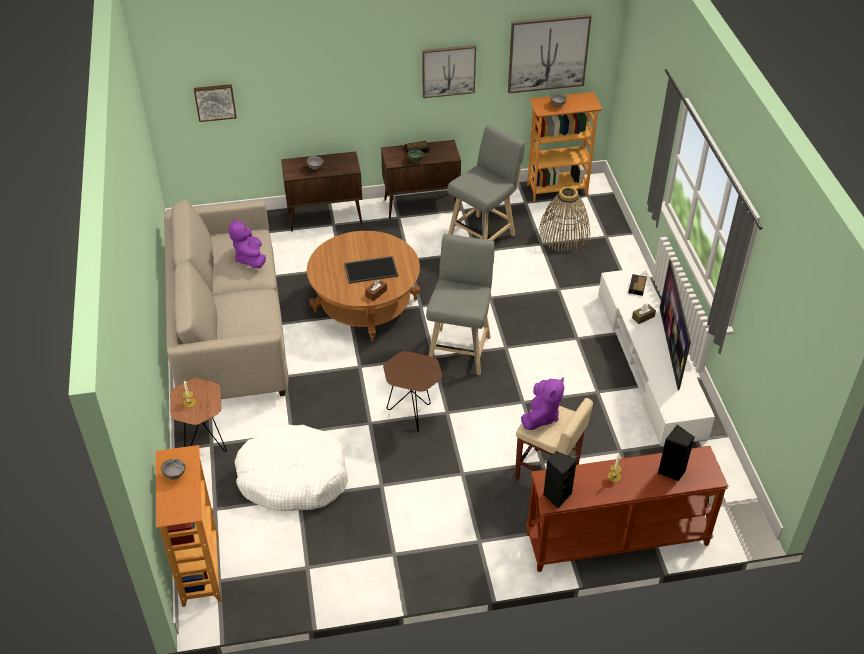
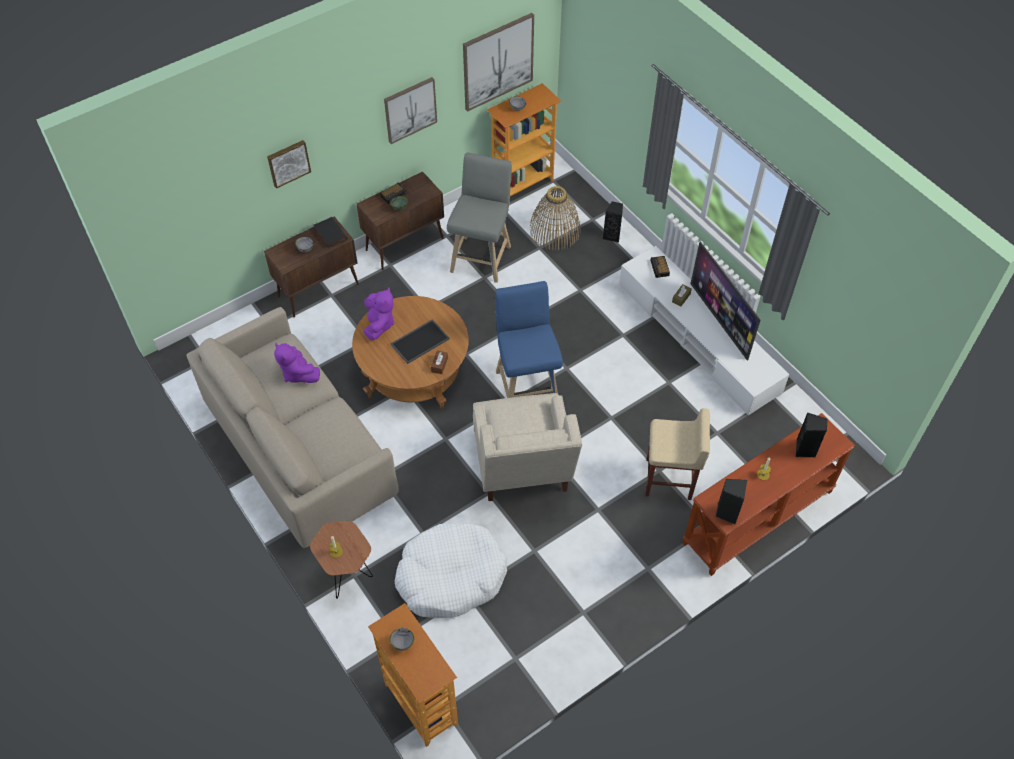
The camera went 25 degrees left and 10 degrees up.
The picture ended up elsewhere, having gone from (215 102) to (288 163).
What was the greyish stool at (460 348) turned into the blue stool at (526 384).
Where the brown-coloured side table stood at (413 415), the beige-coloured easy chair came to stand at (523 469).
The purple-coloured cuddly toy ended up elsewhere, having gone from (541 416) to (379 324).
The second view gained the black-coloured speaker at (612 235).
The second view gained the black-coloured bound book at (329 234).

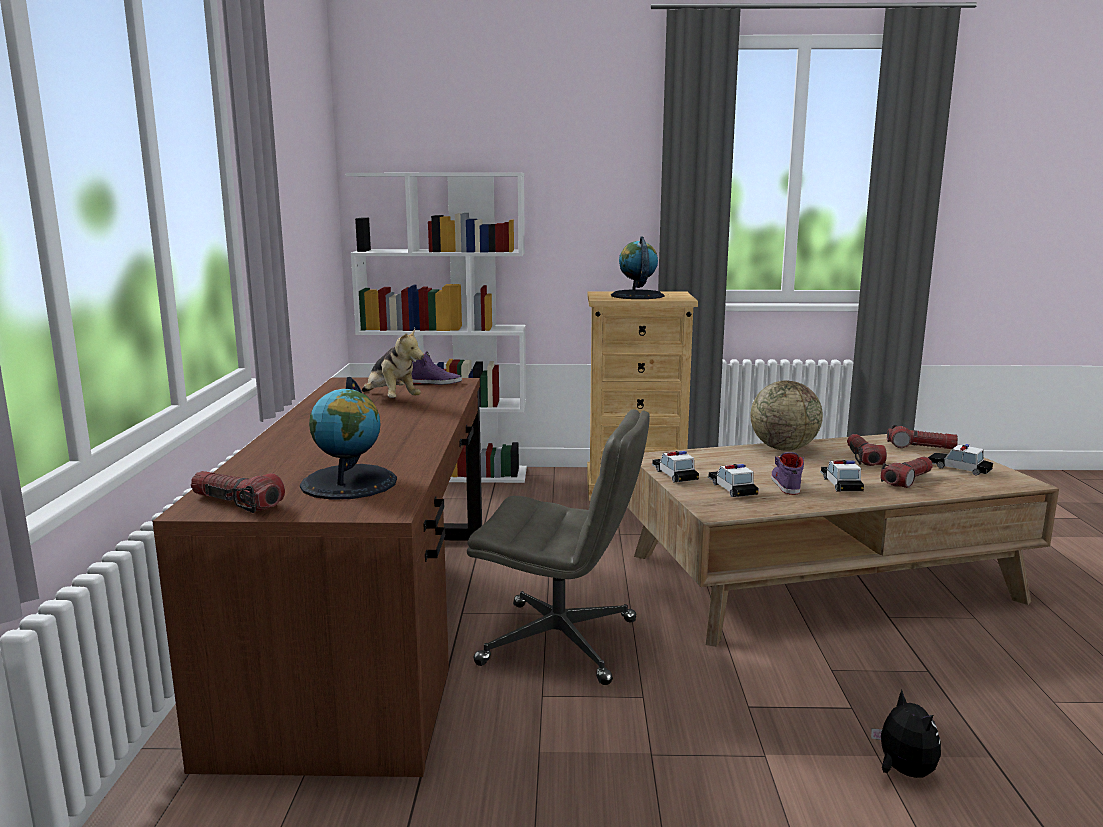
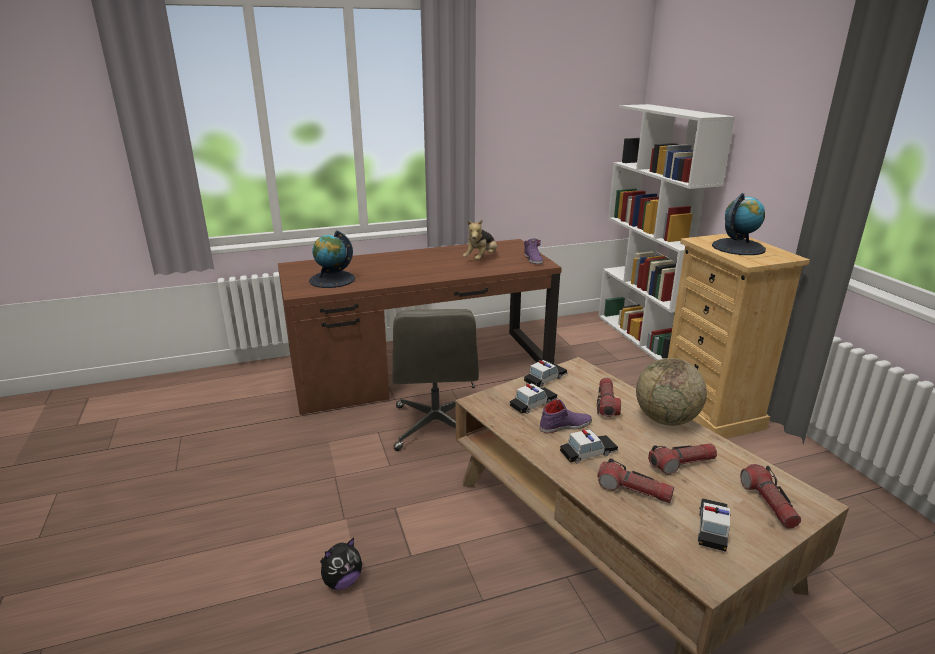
The camera went 70 degrees right and 10 degrees up.
The hand torch ended up elsewhere, having gone from (237 503) to (606 404).

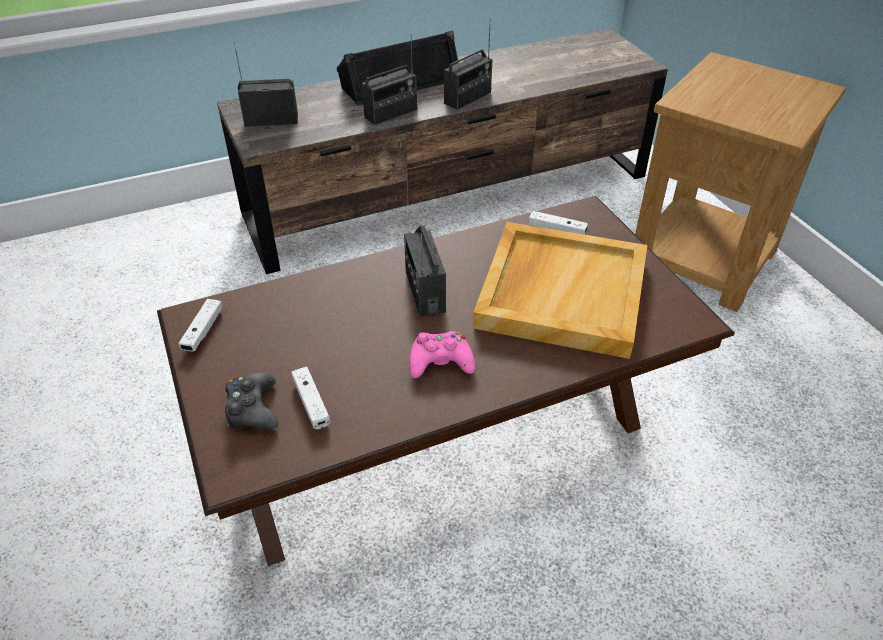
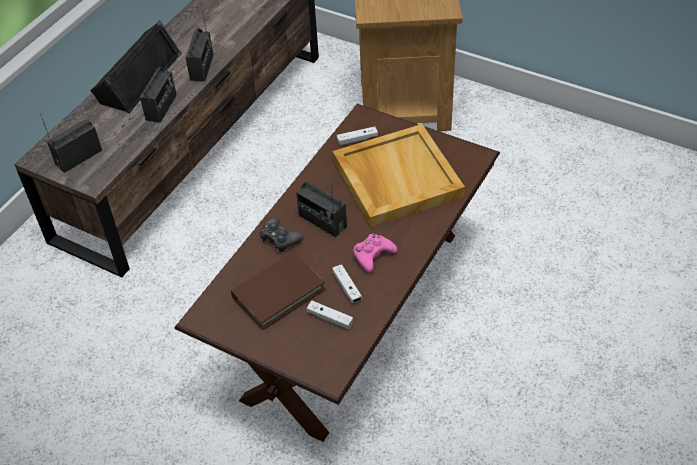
The camera went 35 degrees left and 5 degrees up.
The whitish joypad ended up elsewhere, having gone from (203 331) to (347 287).
The black-coloured joypad ended up elsewhere, having gone from (252 408) to (279 239).
The second view gained the brown-coloured bound book at (278 293).

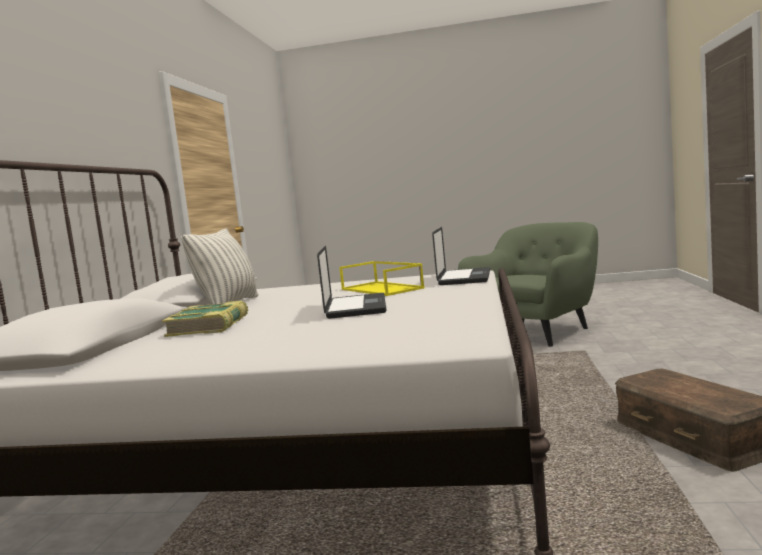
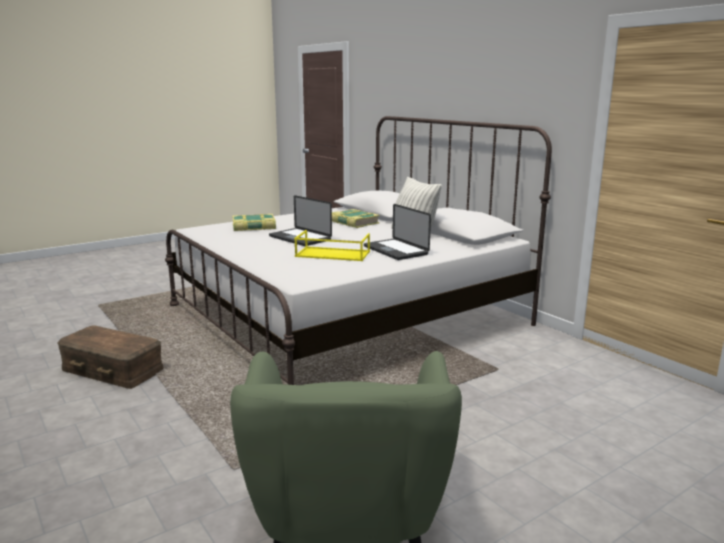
The camera went 135 degrees right and 10 degrees up.
The notebook computer ended up elsewhere, having gone from (464 278) to (395 250).
The second view gained the bound book at (254 227).

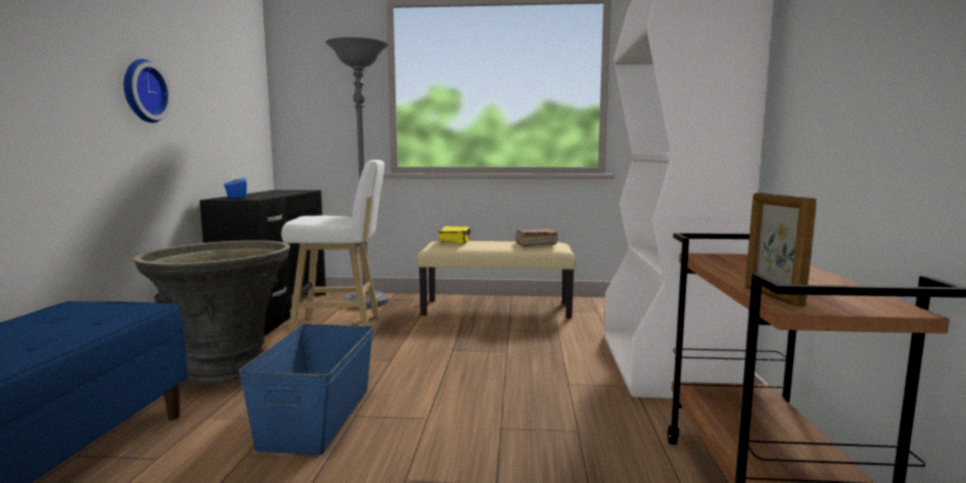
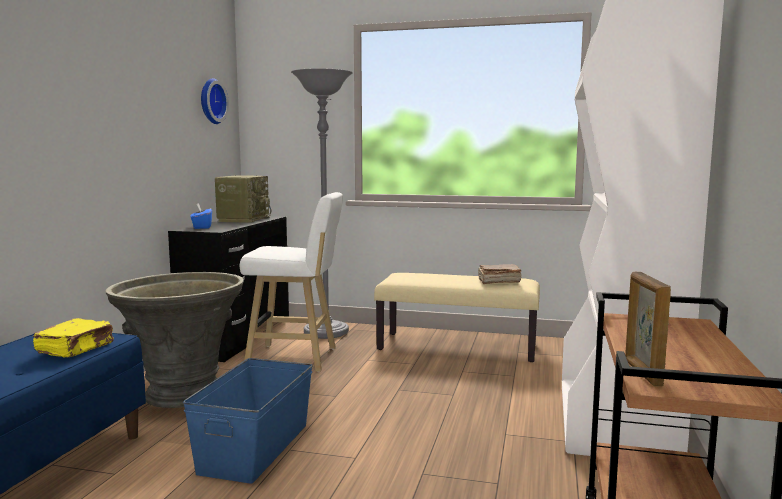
The camera went 10 degrees right and 0 degrees up.
The hanging clock ended up elsewhere, having gone from (142 91) to (211 101).
The yellowish bound book ended up elsewhere, having gone from (455 242) to (76 349).
The second view gained the radio receiver at (243 219).

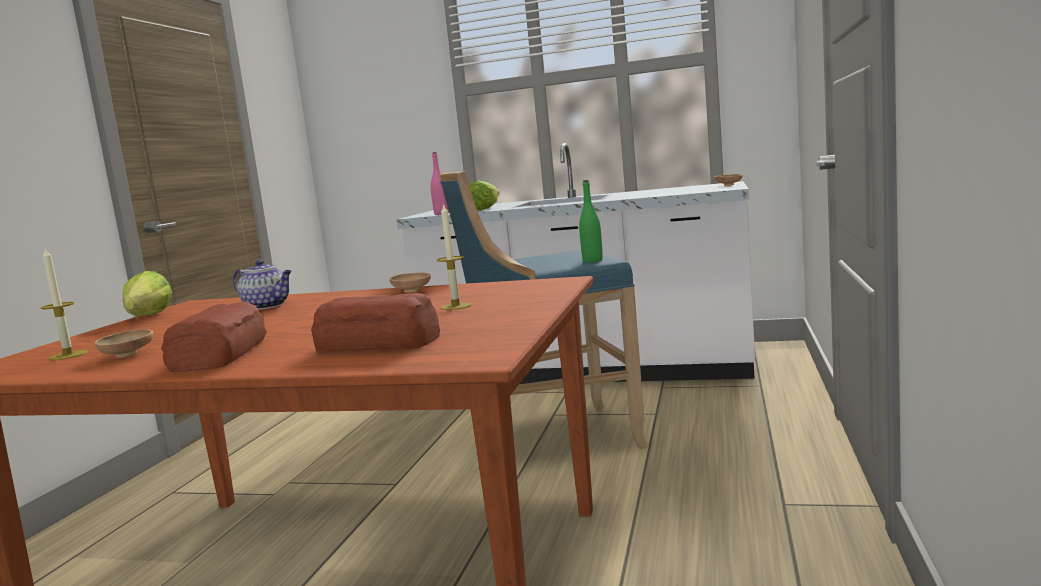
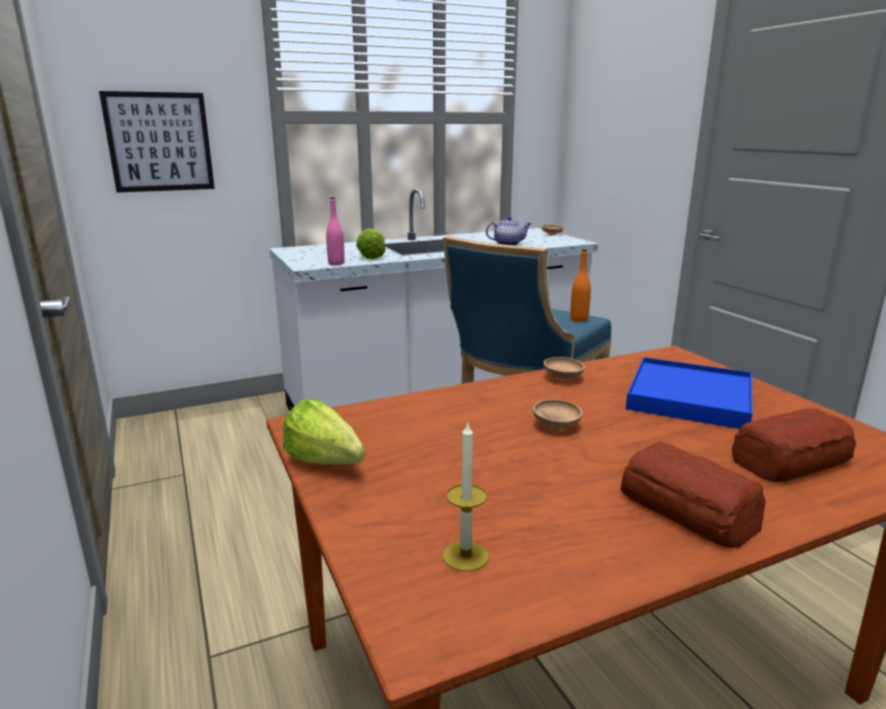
The camera went 40 degrees left and 10 degrees up.
What was the greenish drink bottle at (592 261) turned into the orange-coloured drink bottle at (579 319).
Where the wax light stood at (455 306), the blue serving tray came to stand at (689 398).
The pot for tea ended up elsewhere, having gone from (268 306) to (508 244).
The brown-coloured serving bowl ended up elsewhere, having gone from (127 355) to (556 425).
The second view gained the picture at (159 142).

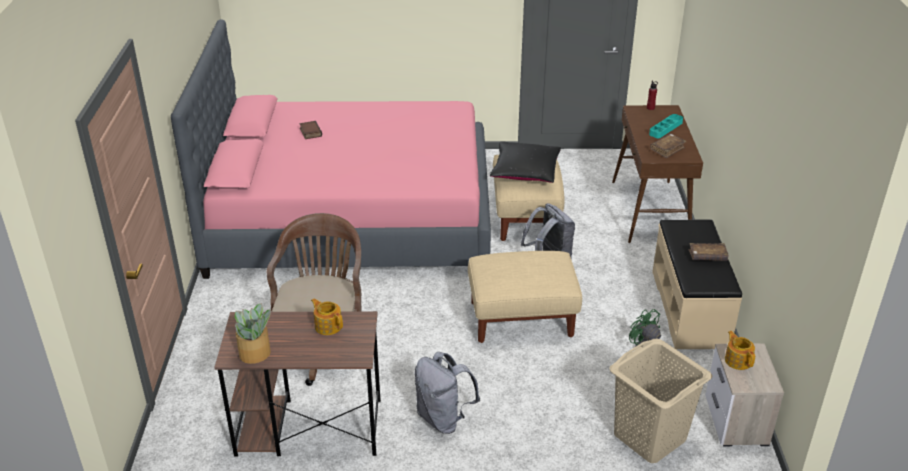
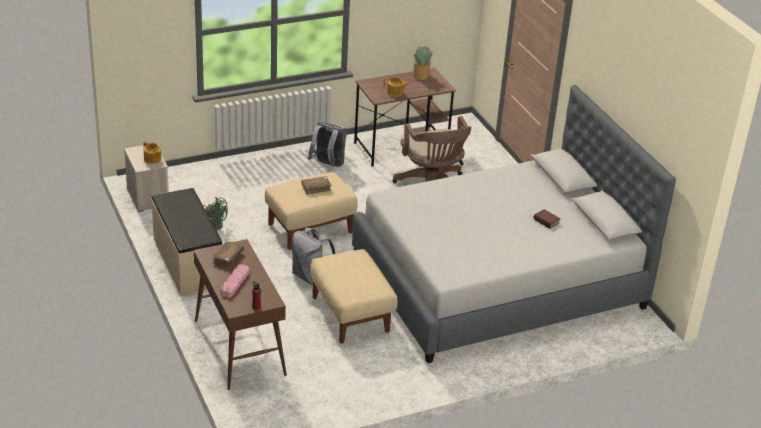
The camera went 155 degrees right and 0 degrees up.
What was the pink bed at (352 218) turned into the greyish bed at (498 281).
What was the blue-green serving tray at (665 128) turned into the pink serving tray at (235 282).
The second view lost the black-coloured cushion at (525 171).
The brown-coloured bound book ended up elsewhere, having gone from (707 256) to (316 188).
The second view lost the beige-coloured hamper at (649 438).

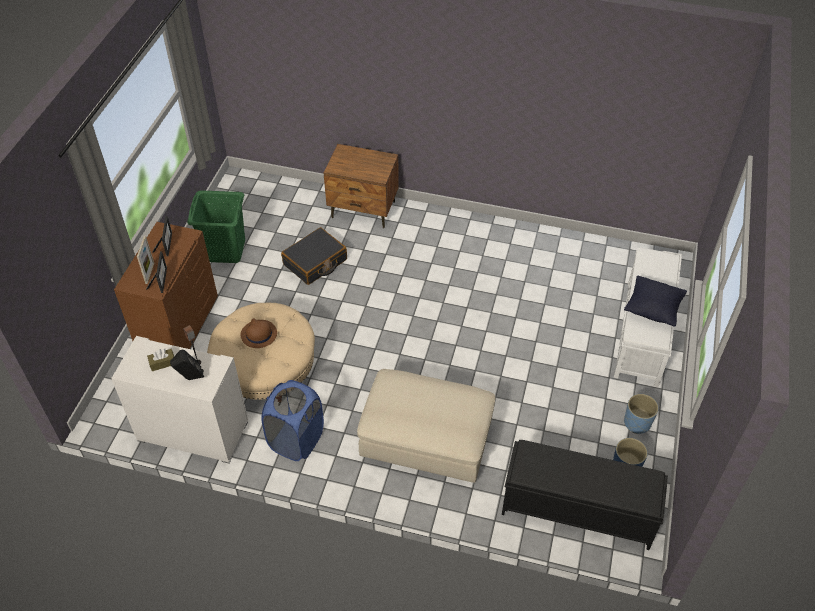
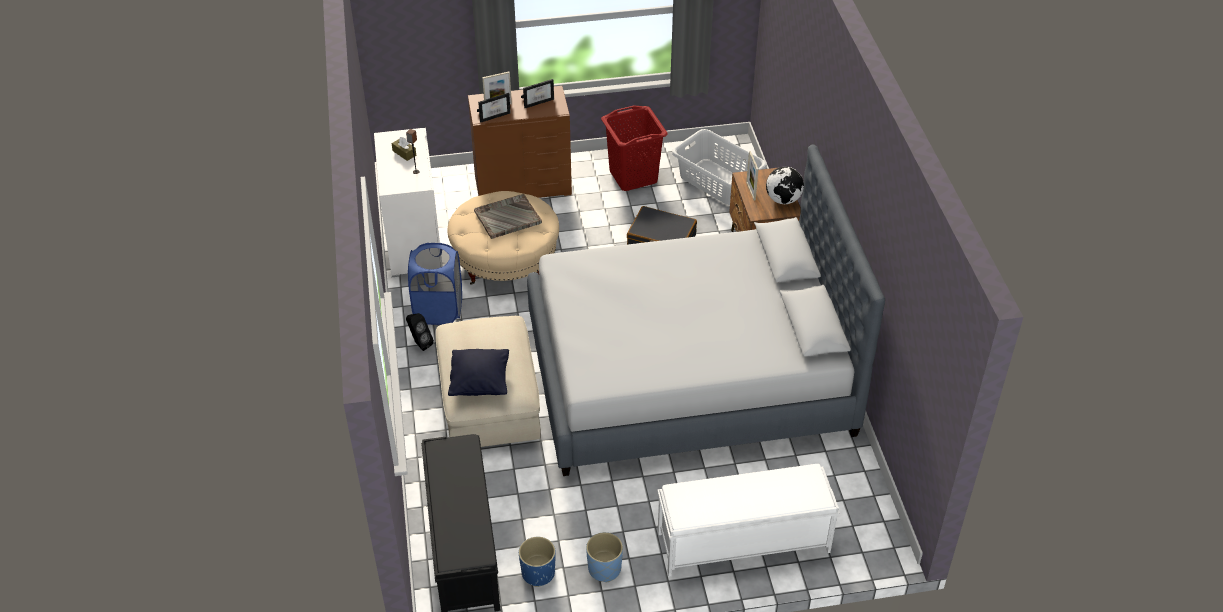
The camera went 65 degrees right and 5 degrees down.
What was the greenish hamper at (225 250) turned into the red-coloured hamper at (633 176).
The black-coloured cushion ended up elsewhere, having gone from (652 309) to (480 383).
Where the brown-coloured clothing hat stood at (258 334), the greyish serving tray came to stand at (507 217).
The black-coloured speaker ended up elsewhere, having gone from (190 378) to (420 344).
The second view gained the greyish hamper at (717 182).
The second view gained the greyish bed at (689 374).
The second view gained the photo frame at (750 191).
The second view gained the desk globe at (783 200).

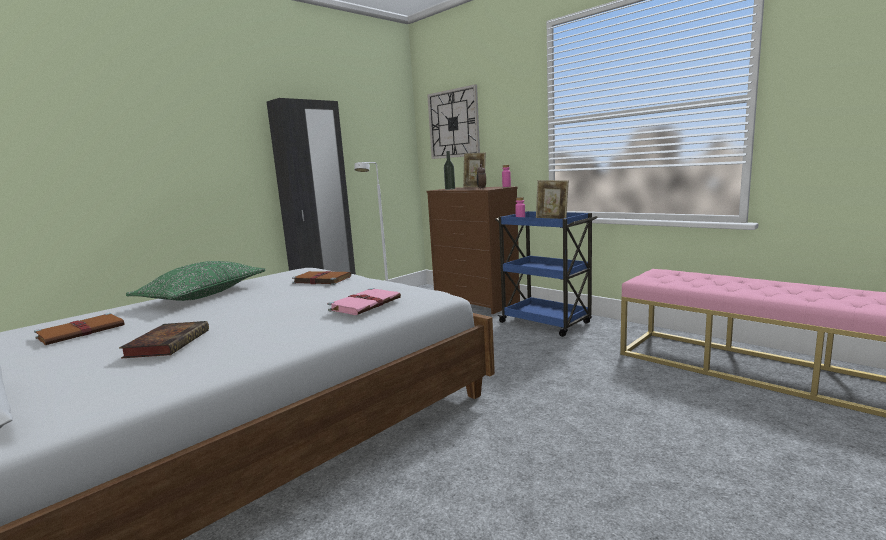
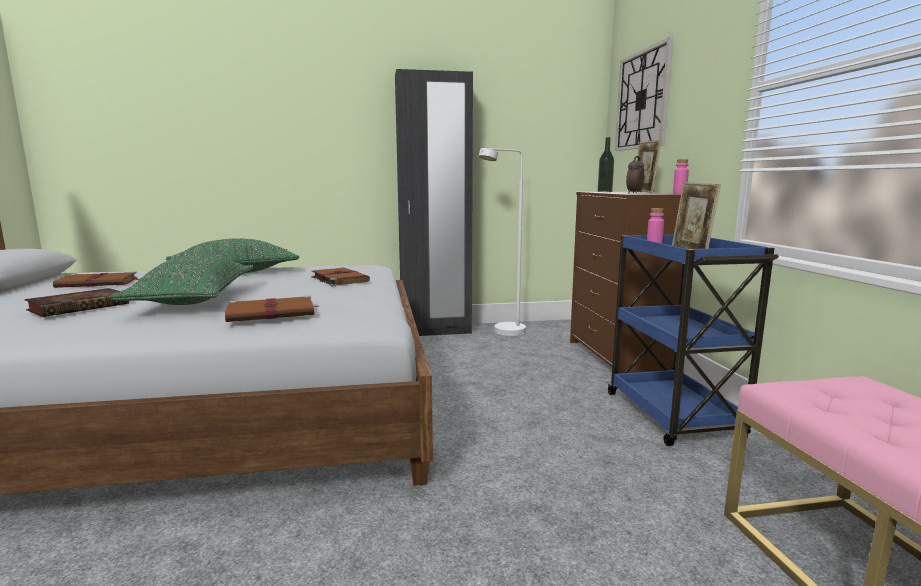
The camera went 35 degrees right and 0 degrees up.
What was the pink bound book at (366 304) turned into the brown-coloured bound book at (273 313).
The second view gained the greenish cushion at (195 300).

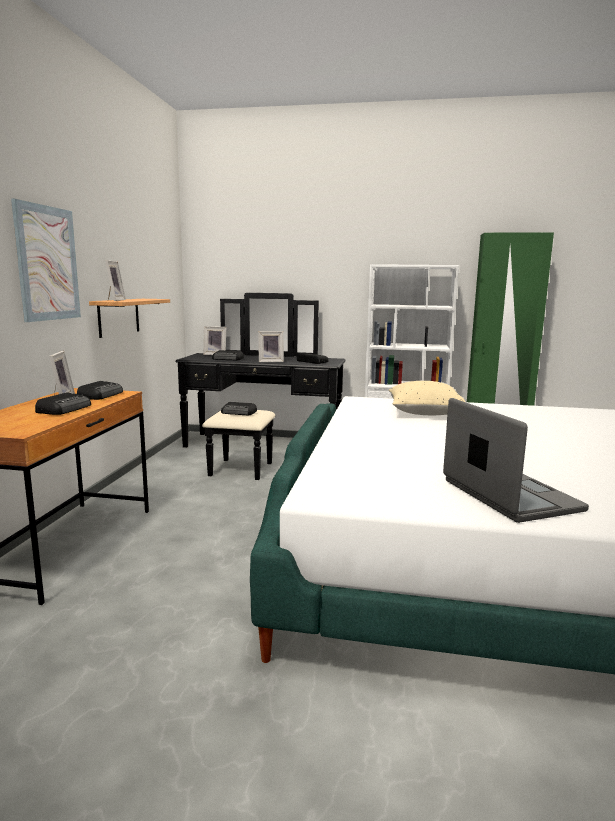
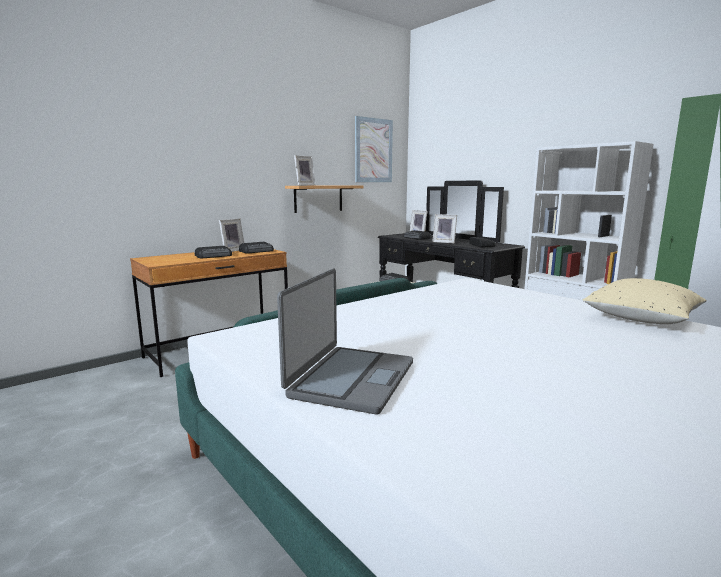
The camera went 40 degrees right and 0 degrees up.
The picture ended up elsewhere, having gone from (47 263) to (373 150).
The beige-coloured cushion ended up elsewhere, having gone from (425 413) to (641 319).

